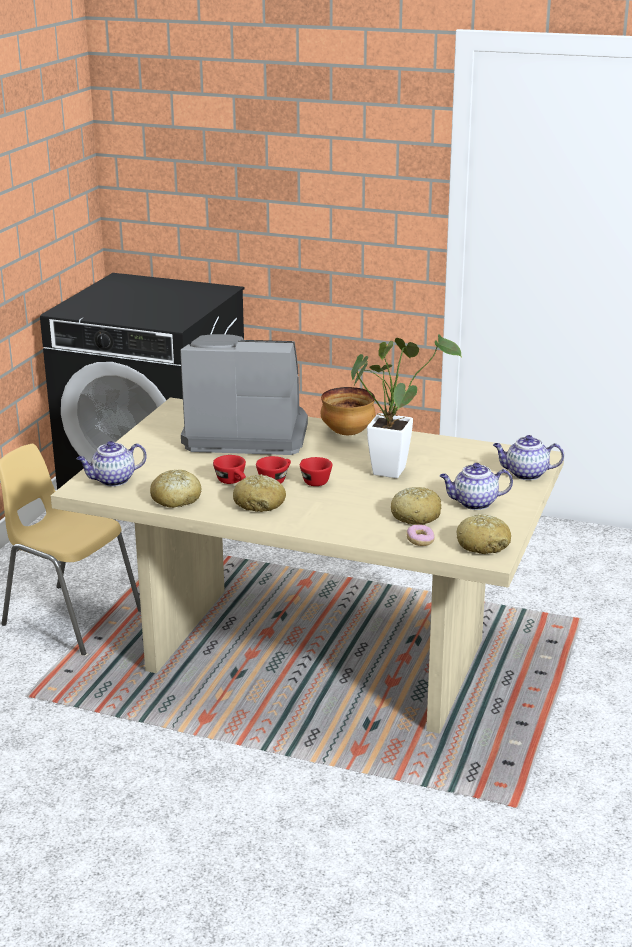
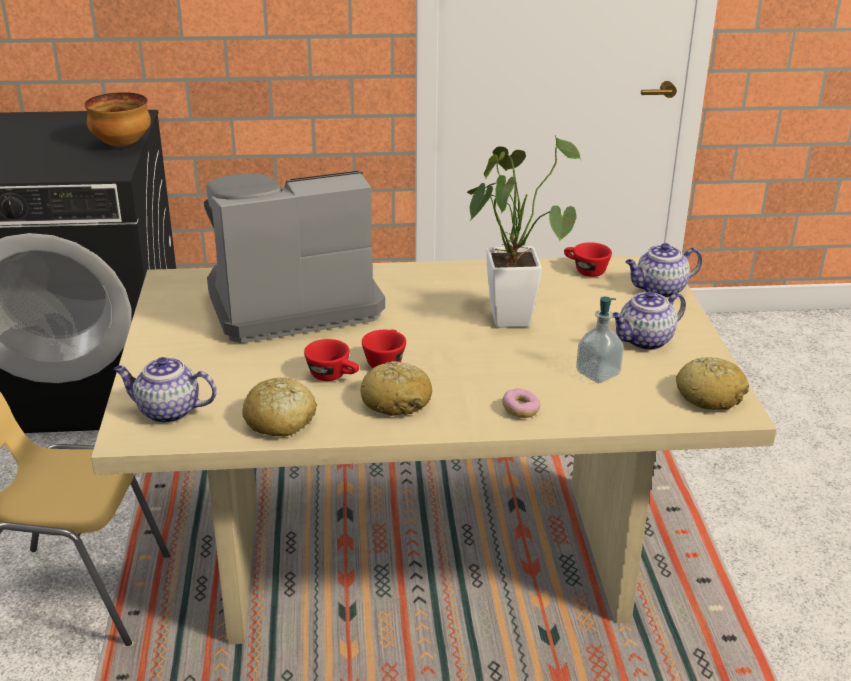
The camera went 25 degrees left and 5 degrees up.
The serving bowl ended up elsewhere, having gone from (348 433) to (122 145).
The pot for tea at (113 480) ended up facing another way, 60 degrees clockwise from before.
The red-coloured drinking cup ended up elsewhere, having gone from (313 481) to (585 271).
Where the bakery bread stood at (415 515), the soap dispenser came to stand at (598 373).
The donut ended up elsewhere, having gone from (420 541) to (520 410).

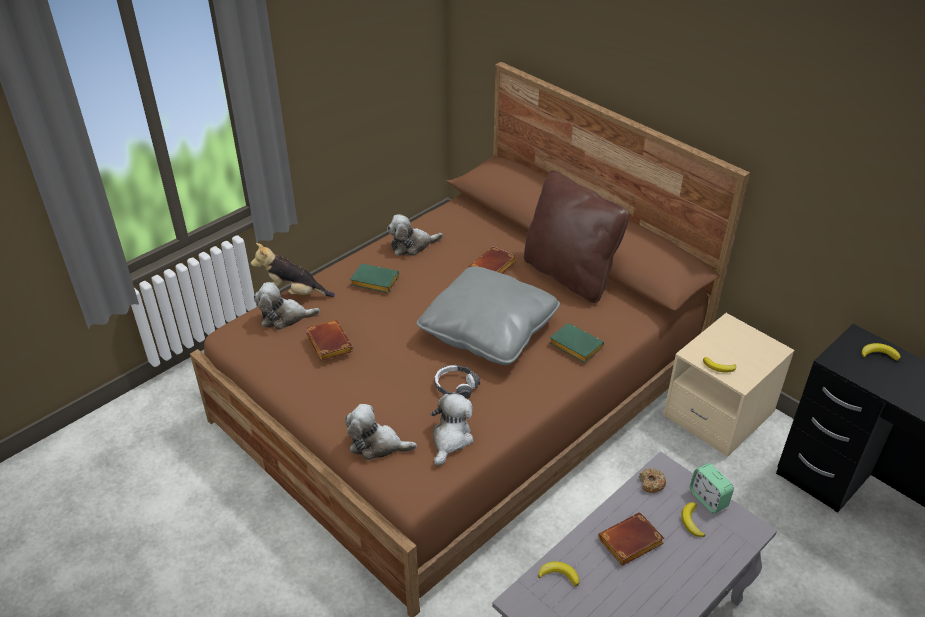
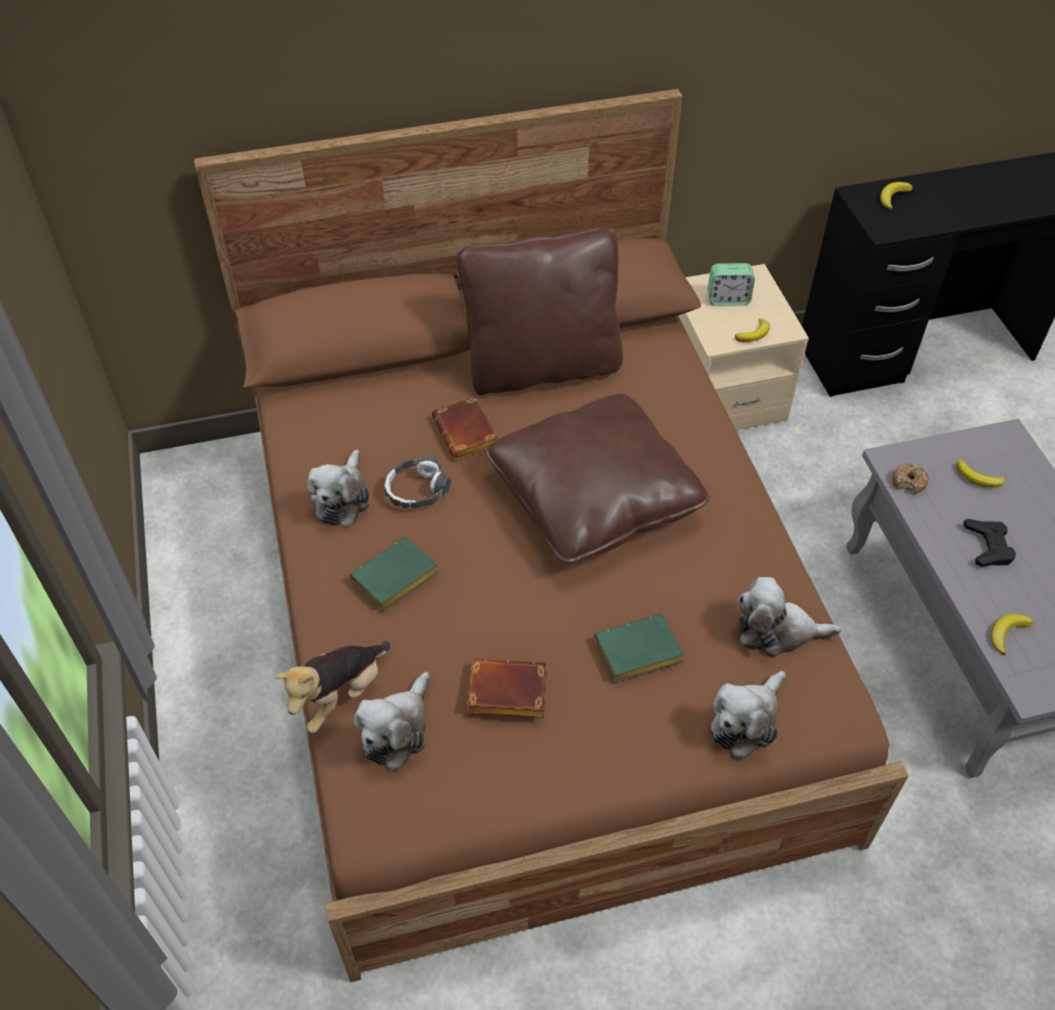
The camera went 60 degrees left and 10 degrees up.
What was the greyish cushion at (488 330) turned into the brown-coloured cushion at (594 498).
The greenish bound book ended up elsewhere, having gone from (574 346) to (636 654).
The pair of headphones ended up elsewhere, having gone from (456 386) to (416 490).
The cuddly toy at (450 439) ended up facing another way, 45 degrees counterclockwise from before.
The table clock ended up elsewhere, having gone from (708 499) to (728 299).
Where the brown-coloured bound book stood at (630 544), the black-coloured joypad came to stand at (988 546).

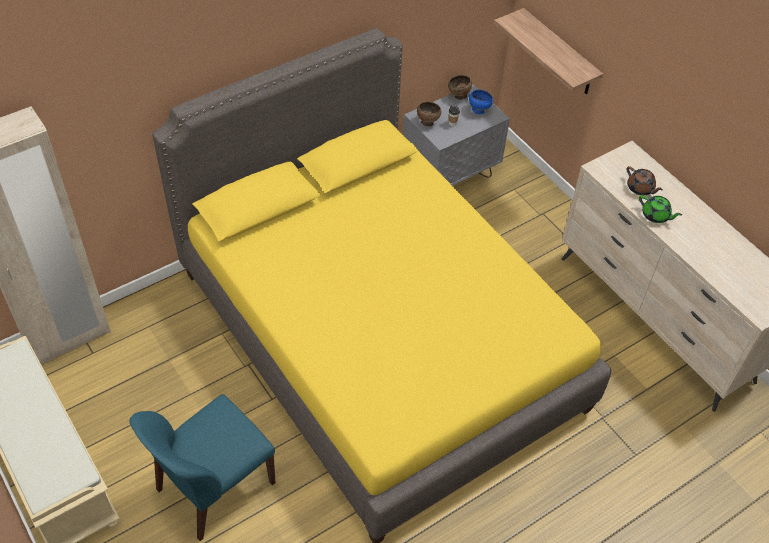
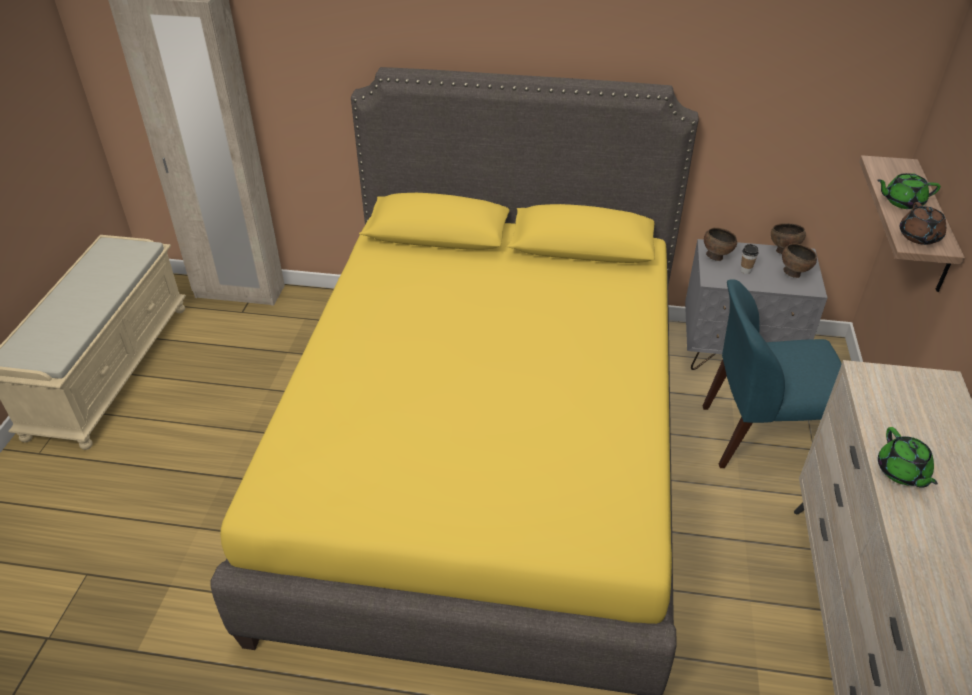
The camera went 45 degrees right and 10 degrees down.
What was the blue serving bowl at (478 110) turned into the brown-coloured serving bowl at (793 273).
The brown-coloured pot for tea ended up elsewhere, having gone from (640 188) to (919 237).
The blue chair ended up elsewhere, having gone from (213 487) to (760 436).
The second view gained the greenish pot for tea at (902 202).

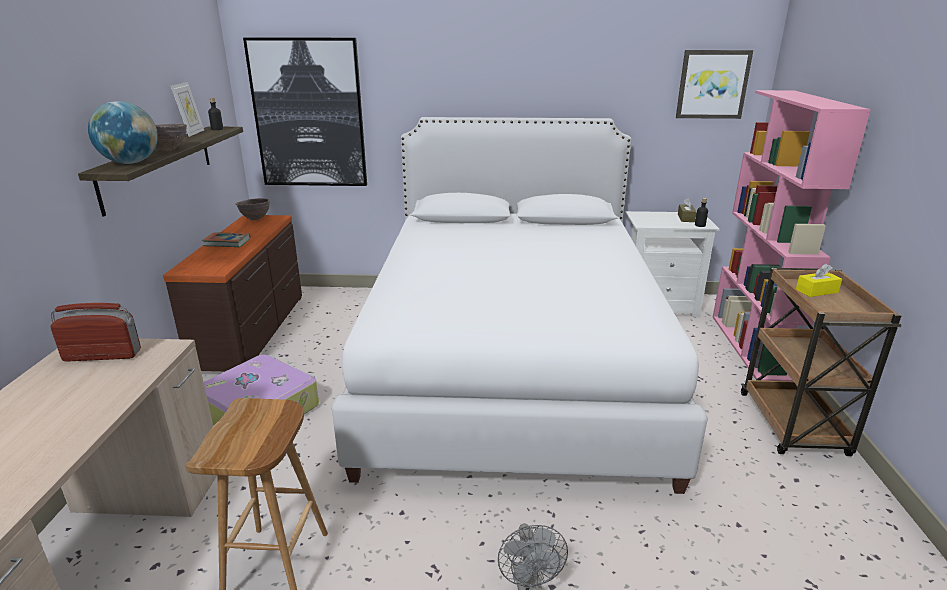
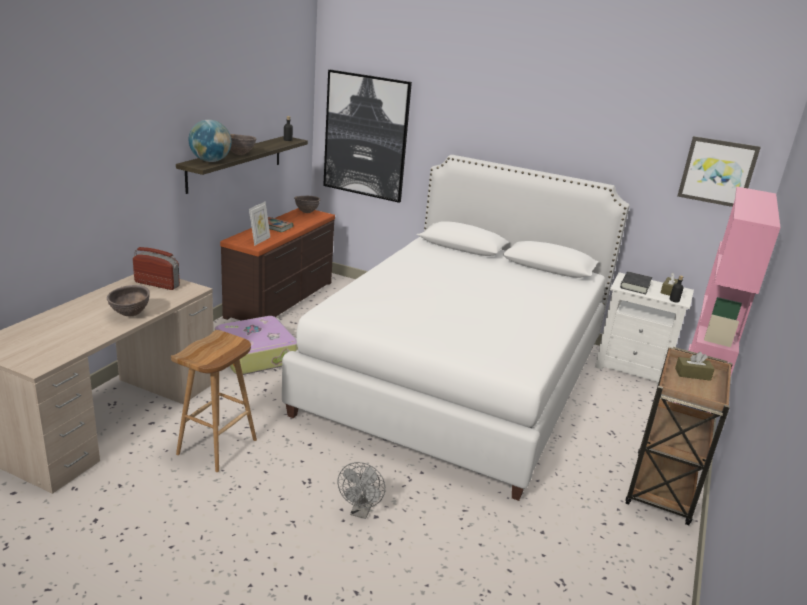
The camera went 20 degrees right and 0 degrees up.
The photo frame ended up elsewhere, having gone from (192 133) to (259 240).
What was the yellowish tissue box at (816 291) turned into the brown-coloured tissue box at (692 374).
The second view gained the black-coloured bound book at (635 286).
The second view gained the brown-coloured serving bowl at (130 315).

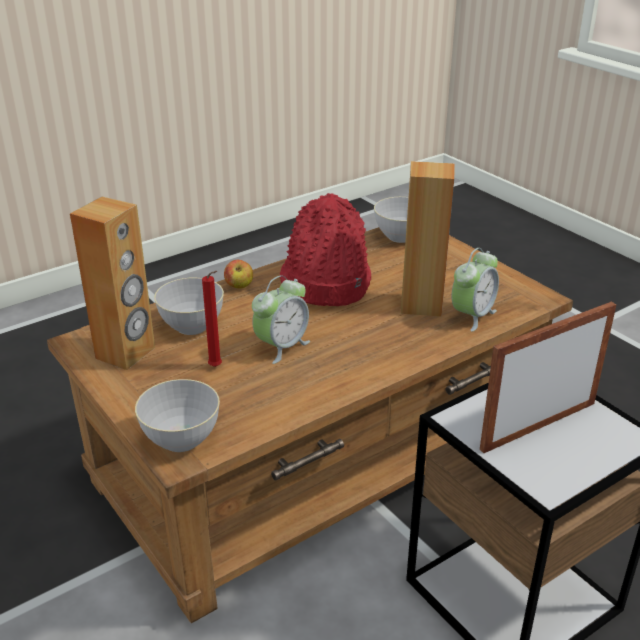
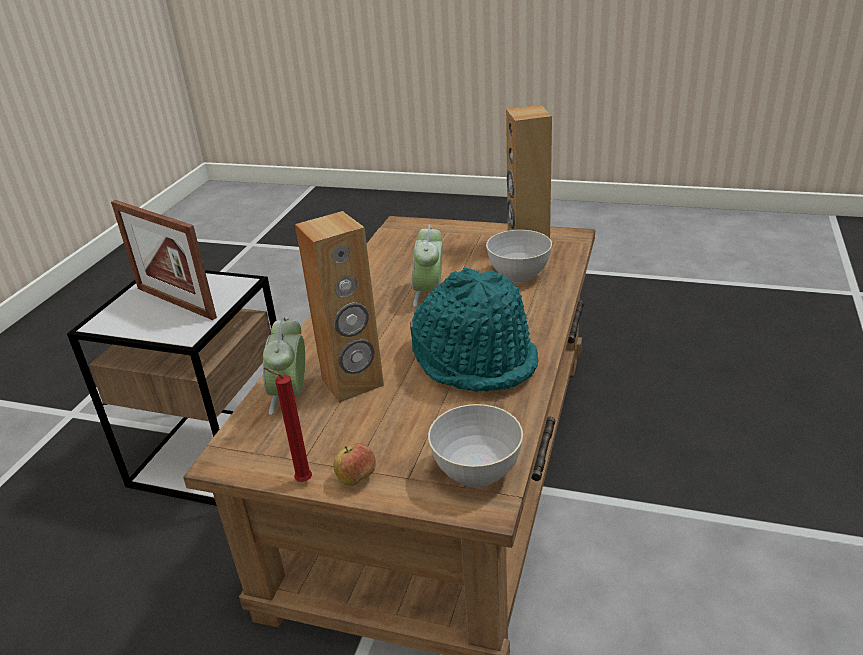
The camera went 145 degrees right and 0 degrees up.
What was the red-coloured clothing hat at (324 283) turned into the blue-green clothing hat at (475 360).
The apple ended up elsewhere, having gone from (239 286) to (357 479).
The red-coloured wax light ended up elsewhere, having gone from (217 367) to (301 481).
The photo frame at (538 426) ended up facing another way, 105 degrees clockwise from before.
The second view lost the greyish serving bowl at (181 439).

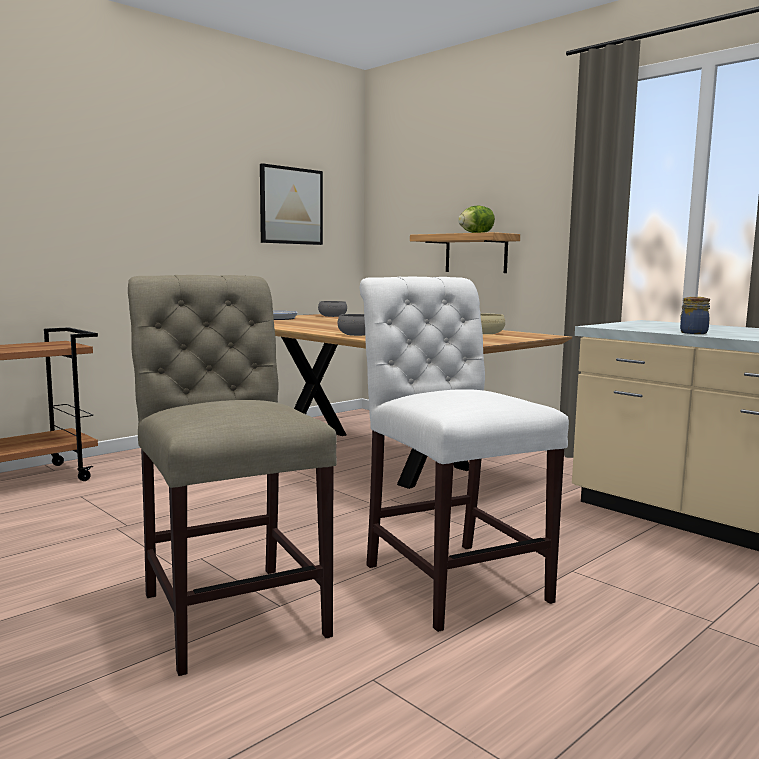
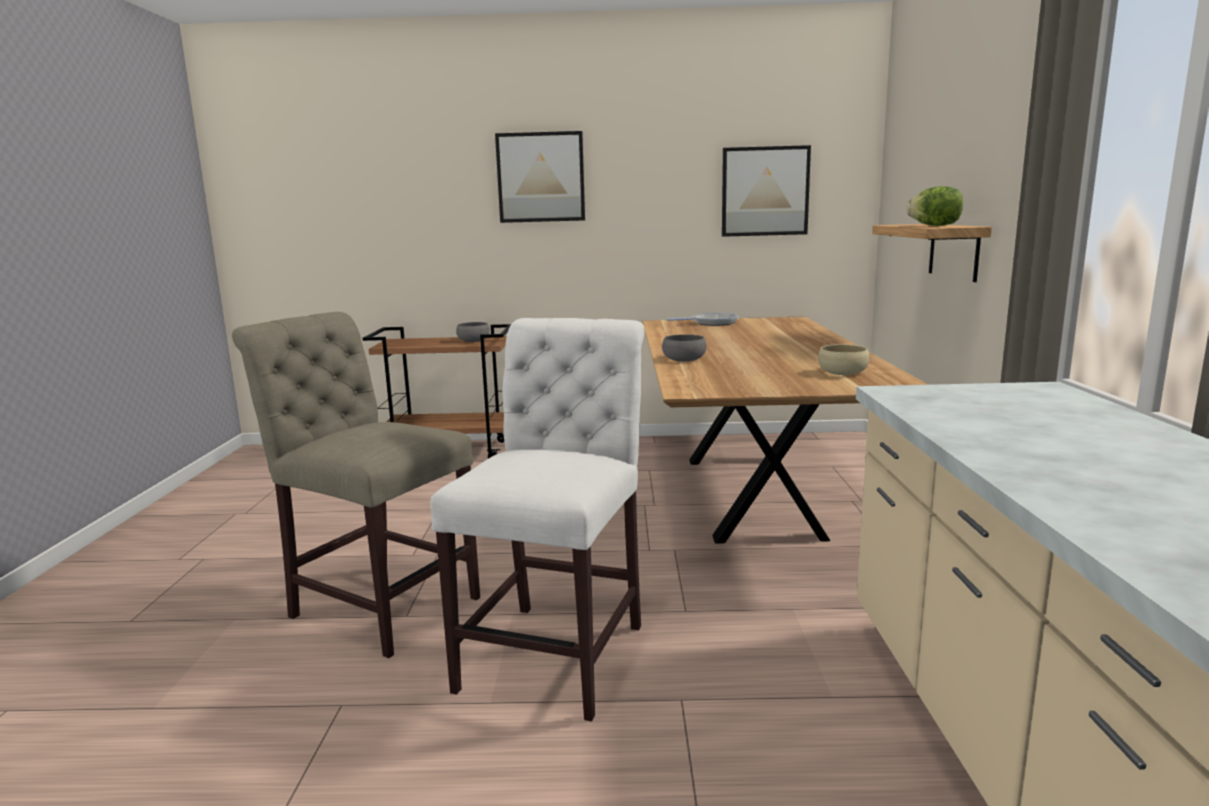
The camera went 45 degrees right and 5 degrees up.
The beige-coloured chair at (231 608) ended up facing another way, 75 degrees counterclockwise from before.
The second view lost the storage jar at (692 333).
The greyish serving bowl ended up elsewhere, having gone from (332 316) to (473 340).
The second view gained the picture at (541 177).

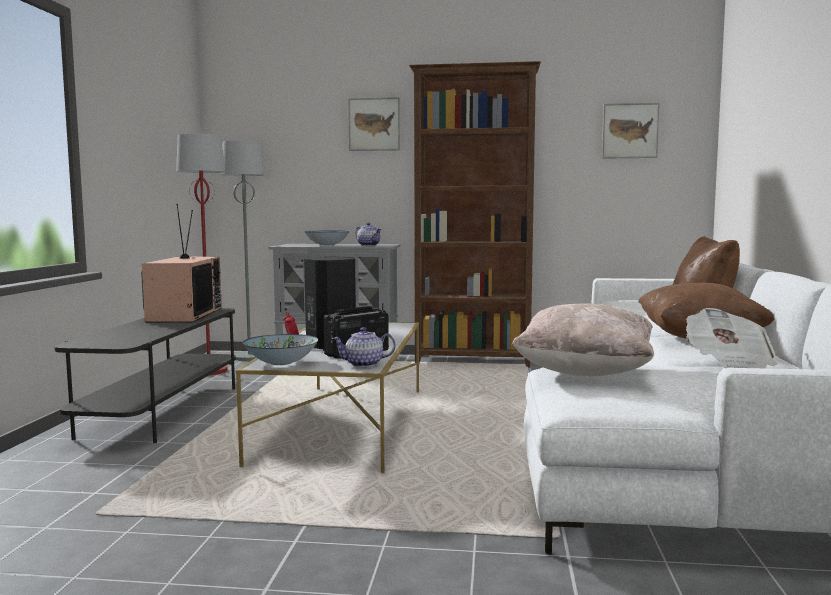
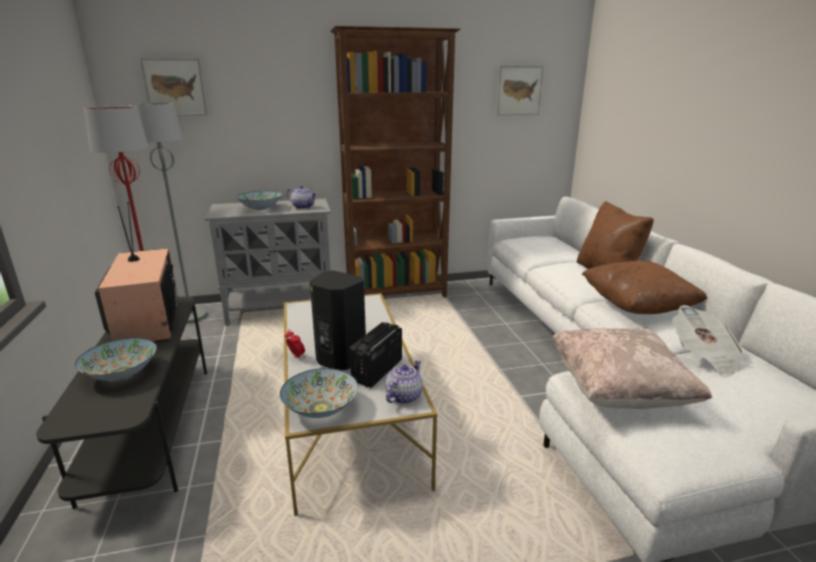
The camera went 20 degrees left and 15 degrees up.
The picture ended up elsewhere, having gone from (374 124) to (175 87).
The pot for tea at (363 364) ended up facing another way, 150 degrees clockwise from before.
The second view gained the serving bowl at (121 373).

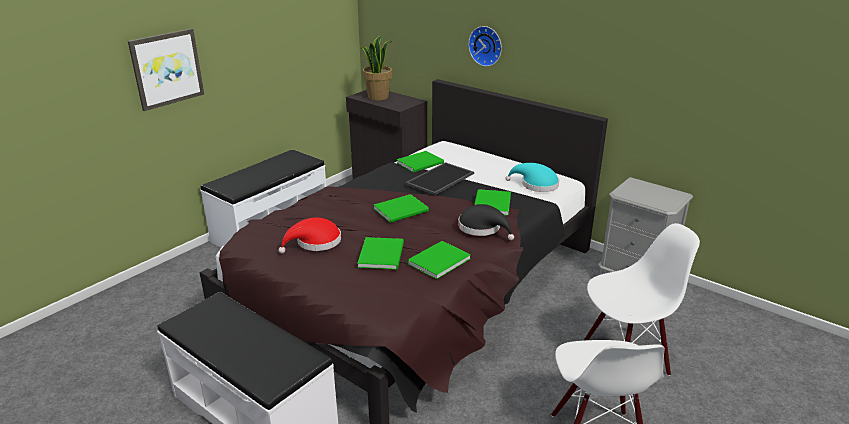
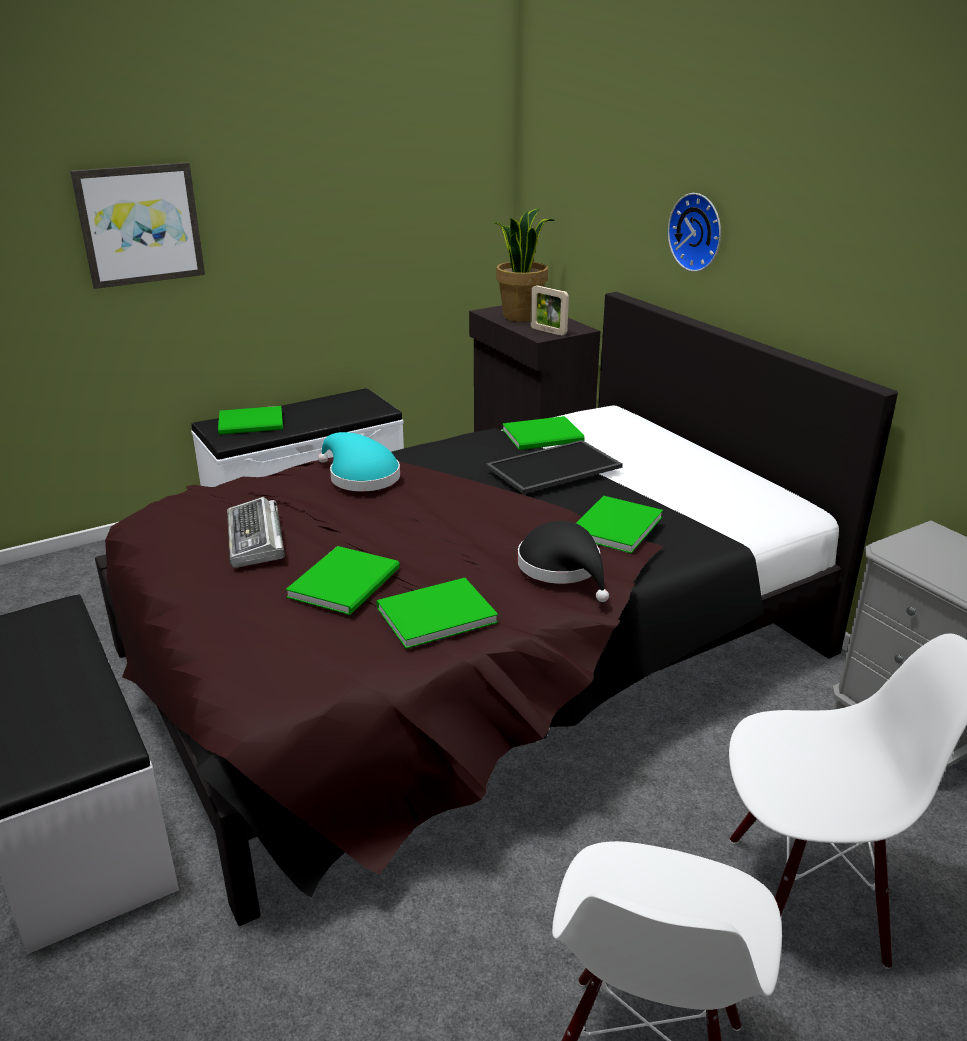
The camera went 20 degrees right and 0 degrees up.
The blue-green clothing hat ended up elsewhere, having gone from (536 185) to (360 477).
The greenish bound book ended up elsewhere, having gone from (402 210) to (253 423).
Where the red-coloured clothing hat stood at (315 242), the computer keyboard came to stand at (256 540).
The second view gained the photo frame at (548 331).

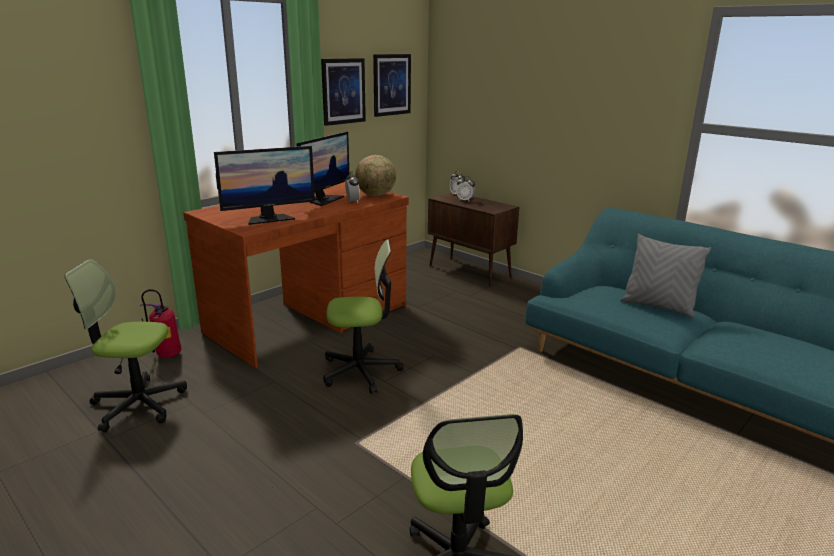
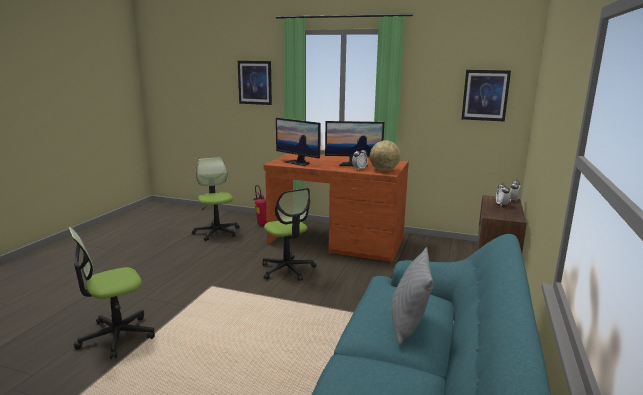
The camera went 65 degrees right and 5 degrees down.
The picture ended up elsewhere, having gone from (343 91) to (255 82).

